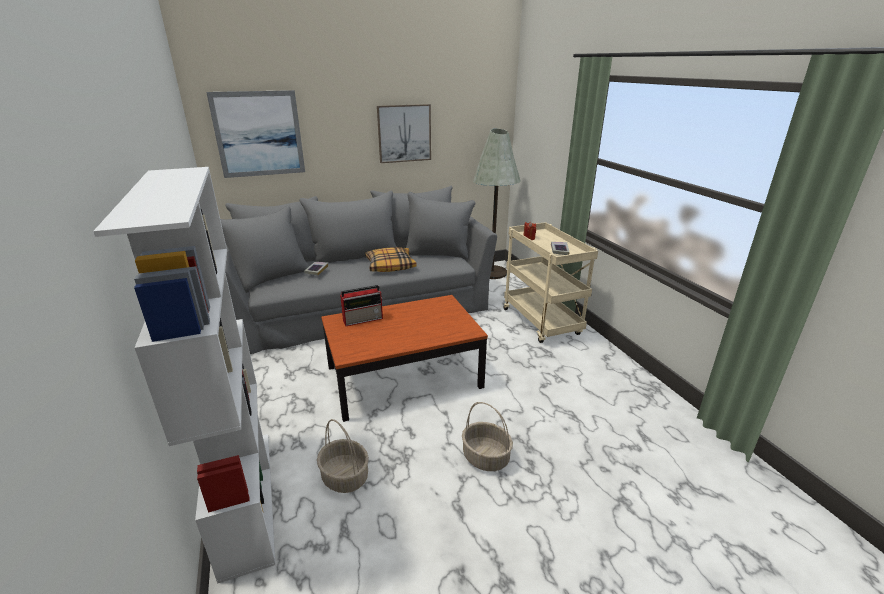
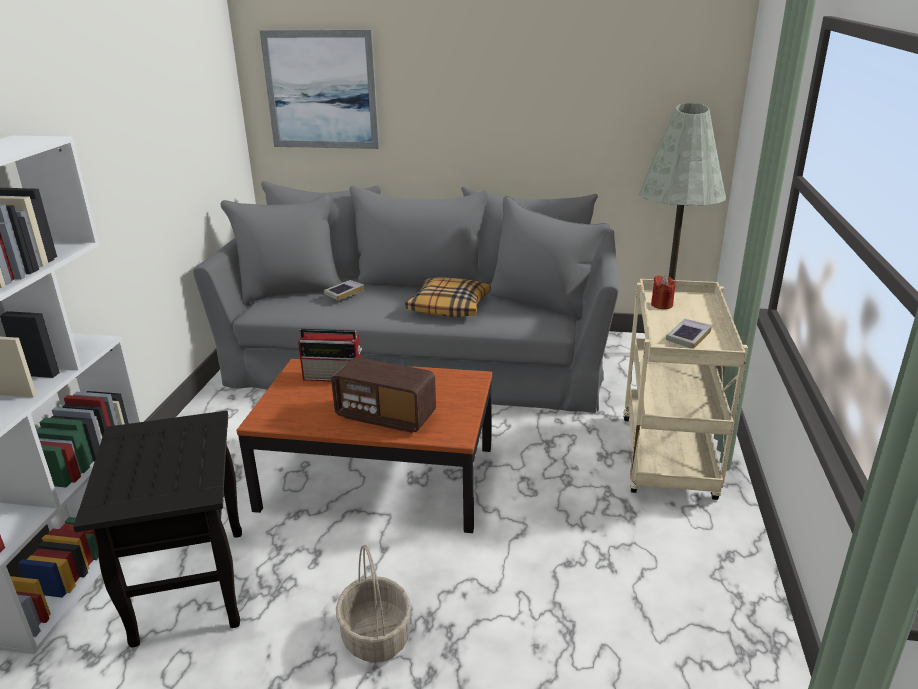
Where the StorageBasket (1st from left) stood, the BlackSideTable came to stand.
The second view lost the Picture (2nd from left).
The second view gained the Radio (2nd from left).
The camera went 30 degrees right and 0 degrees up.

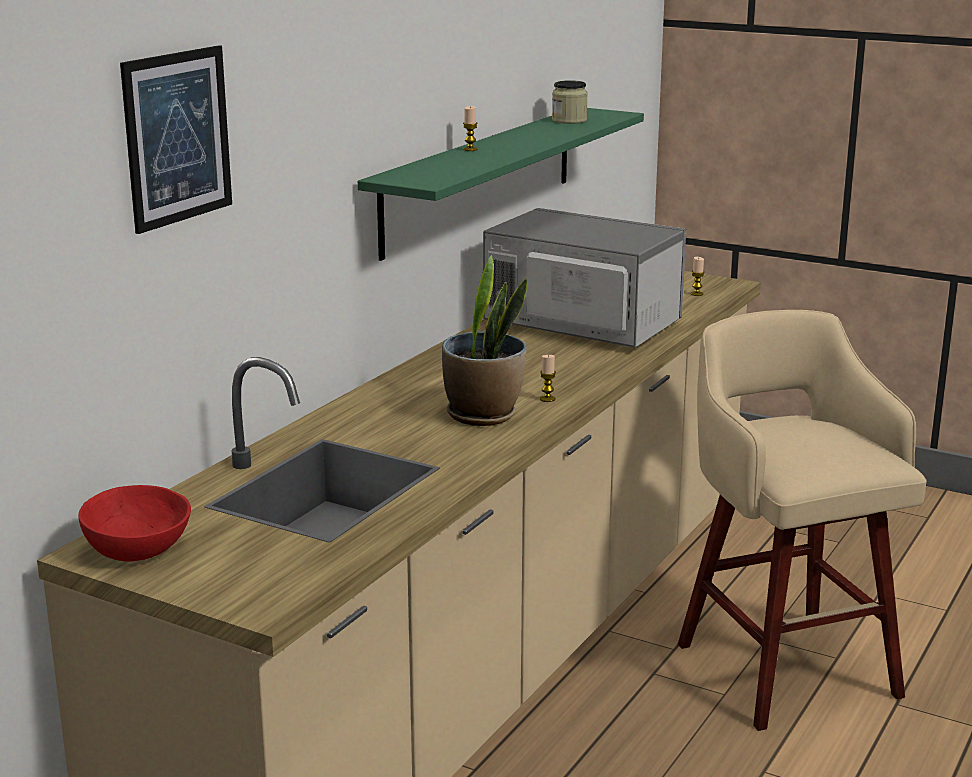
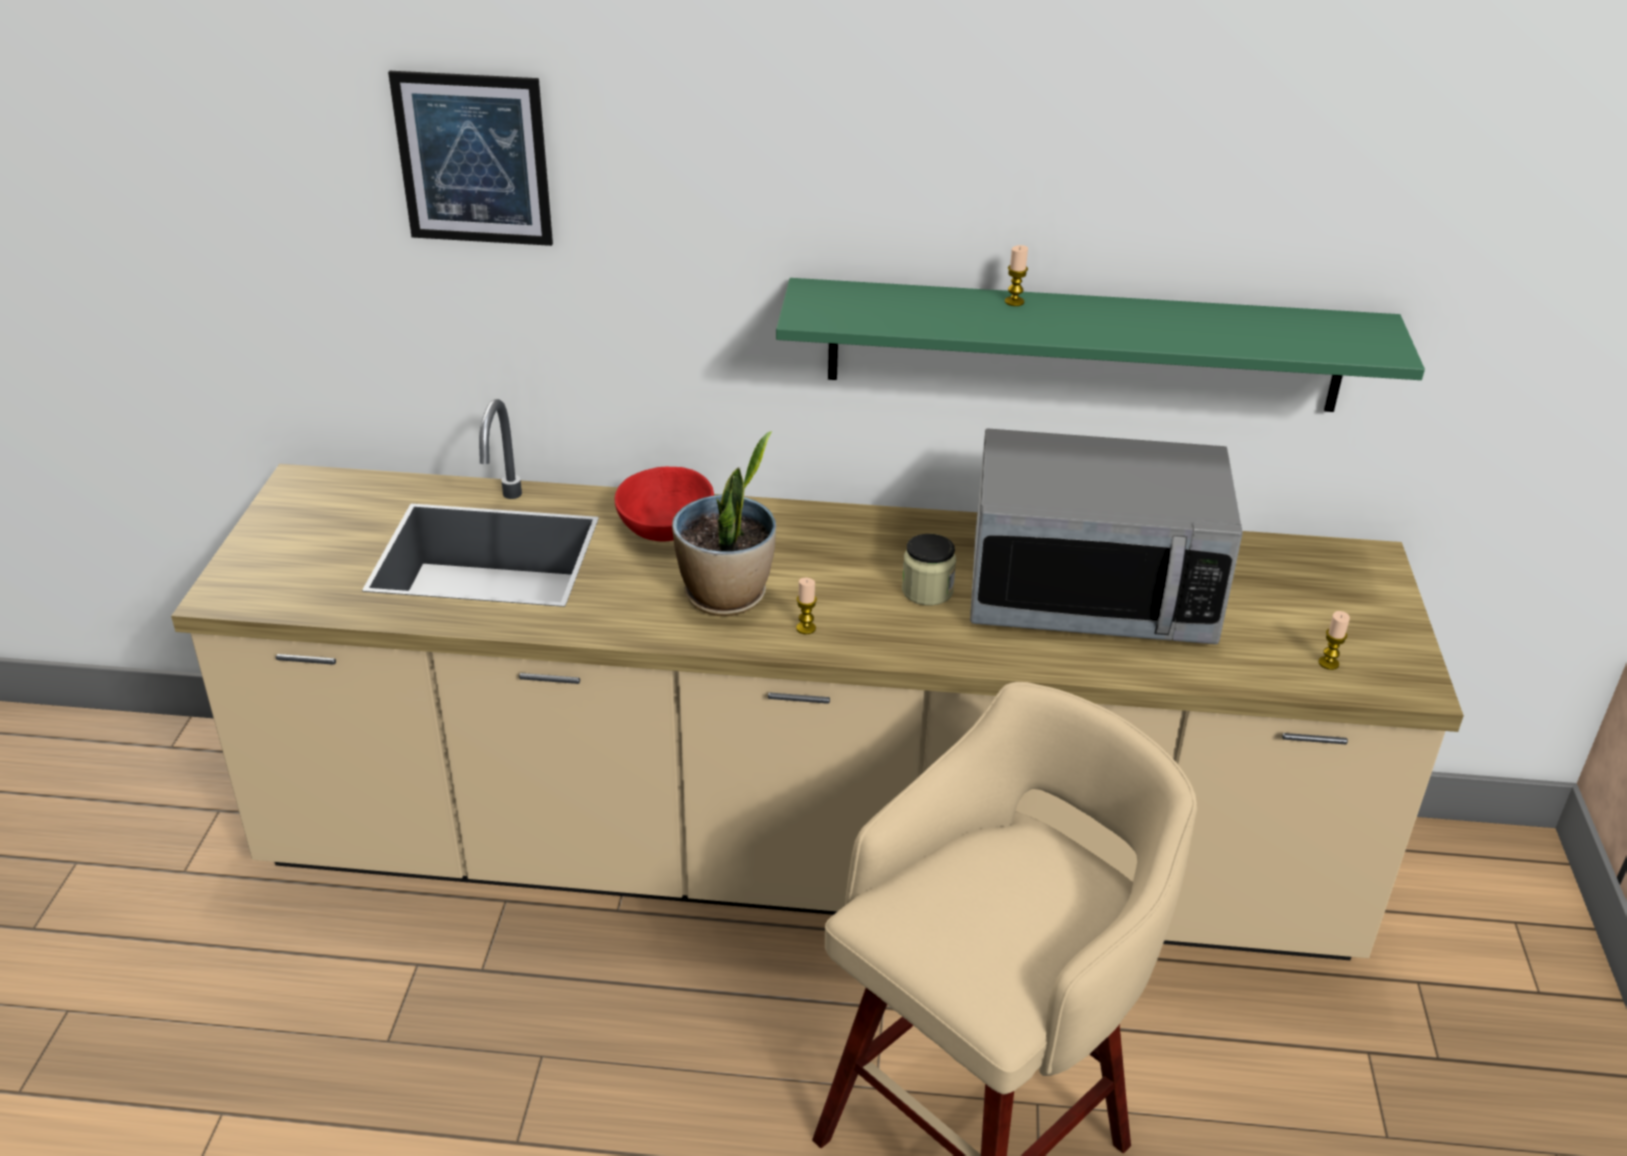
The RedDeepDish ended up elsewhere.
The Microwave ended up facing another way, 90 degrees clockwise from before.
The Jar ended up elsewhere.
The camera went 65 degrees right and 15 degrees up.

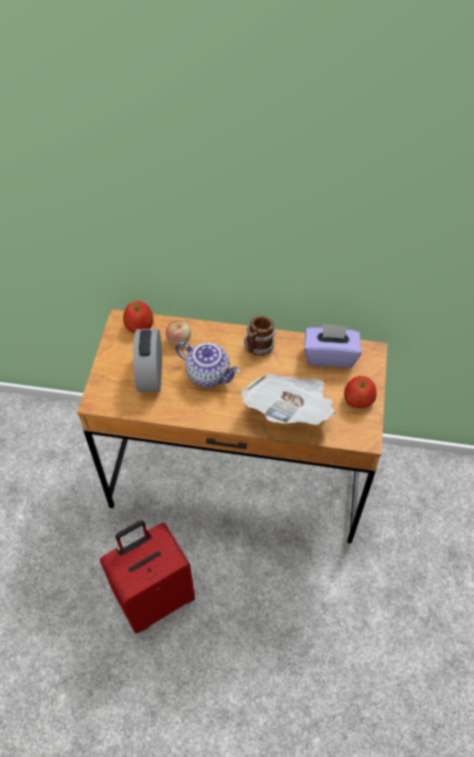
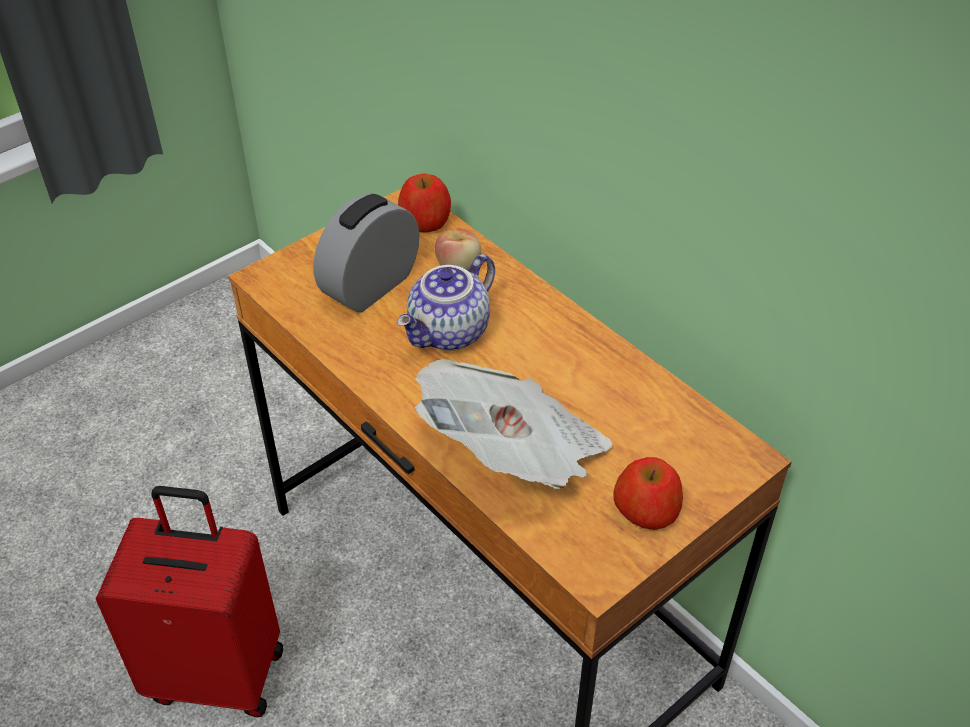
The PotForTea ended up facing another way, 60 degrees clockwise from before.
The second view lost the TeaMug.
The second view lost the PurpleBoxOfTissues.
The camera went 40 degrees right and 10 degrees down.

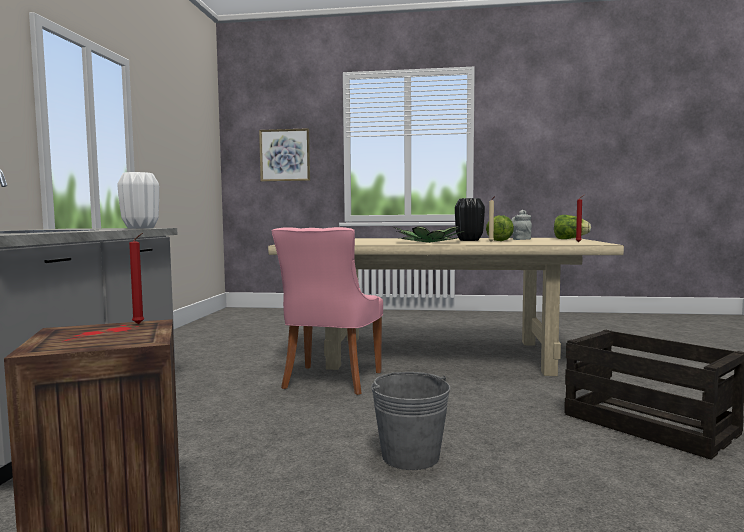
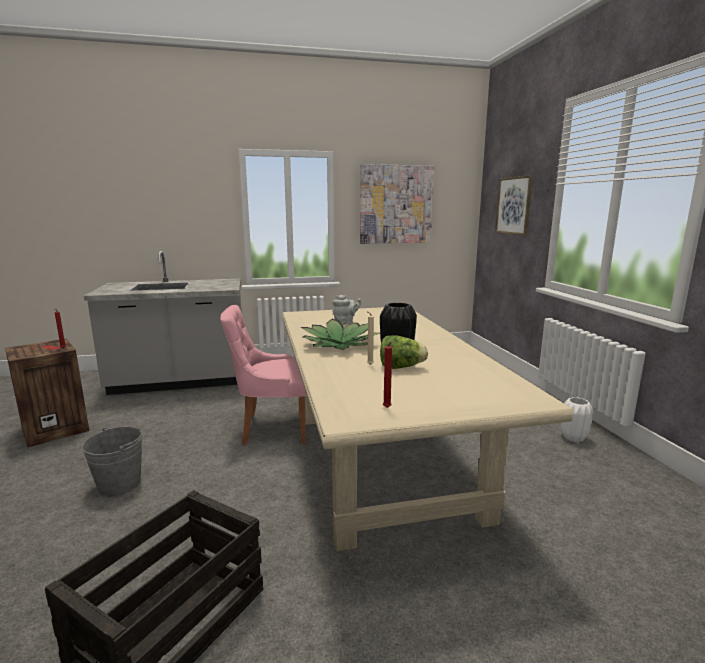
The WhitishFlowerVase ended up elsewhere.
The GreyPotForTea ended up elsewhere.
The second view lost the HeadOfLettuce (2nd from left).
The second view gained the Picture (1st from left).
The camera went 70 degrees right and 10 degrees up.

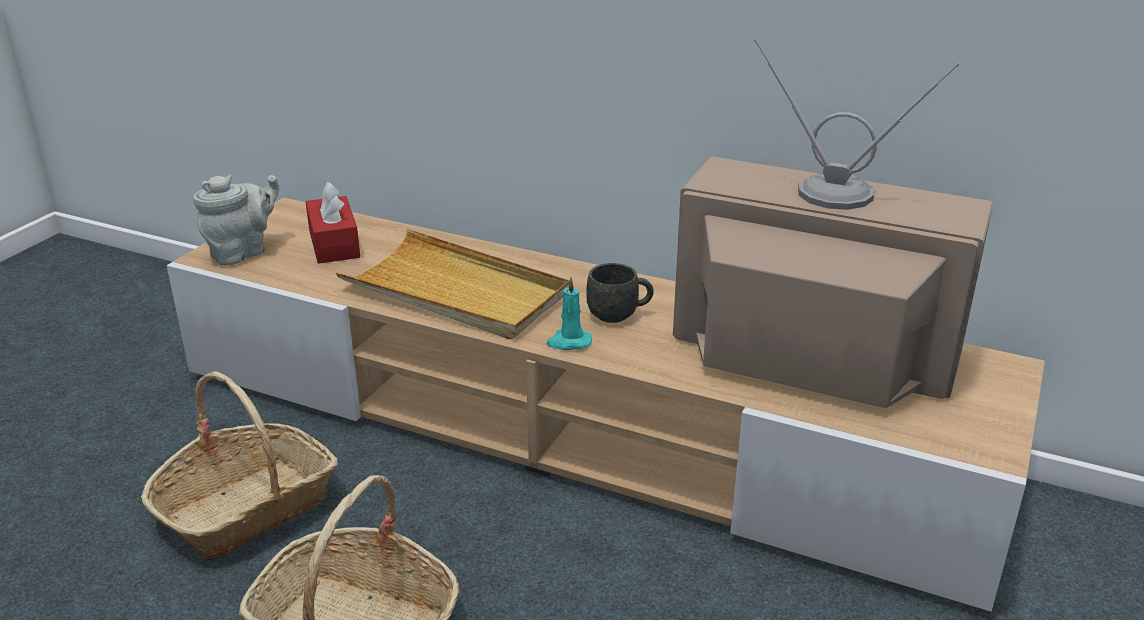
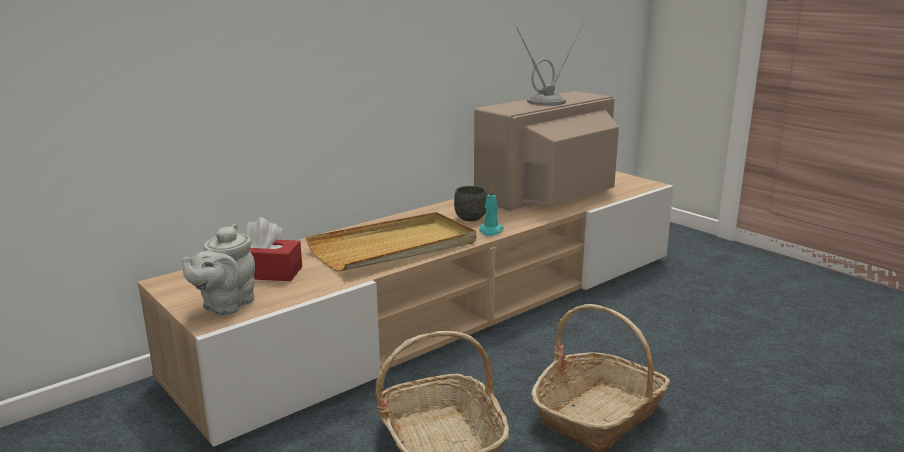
The GreyPotForTea ended up facing another way, 135 degrees counterclockwise from before.
The camera went 65 degrees left and 10 degrees down.

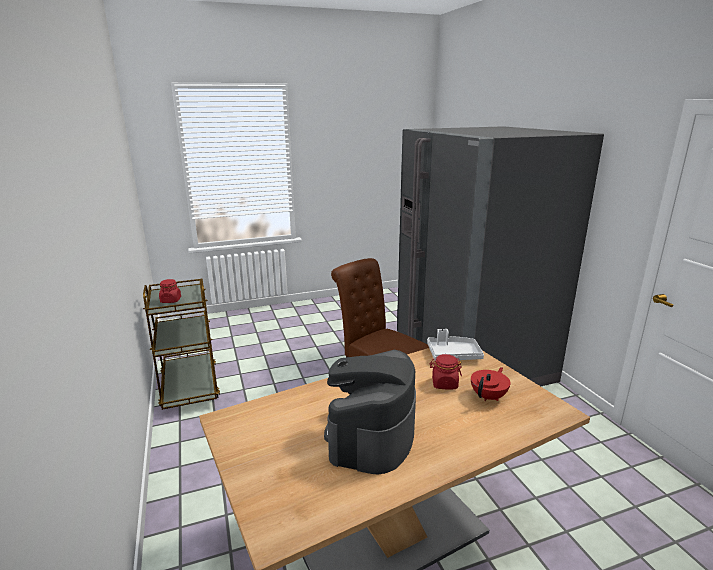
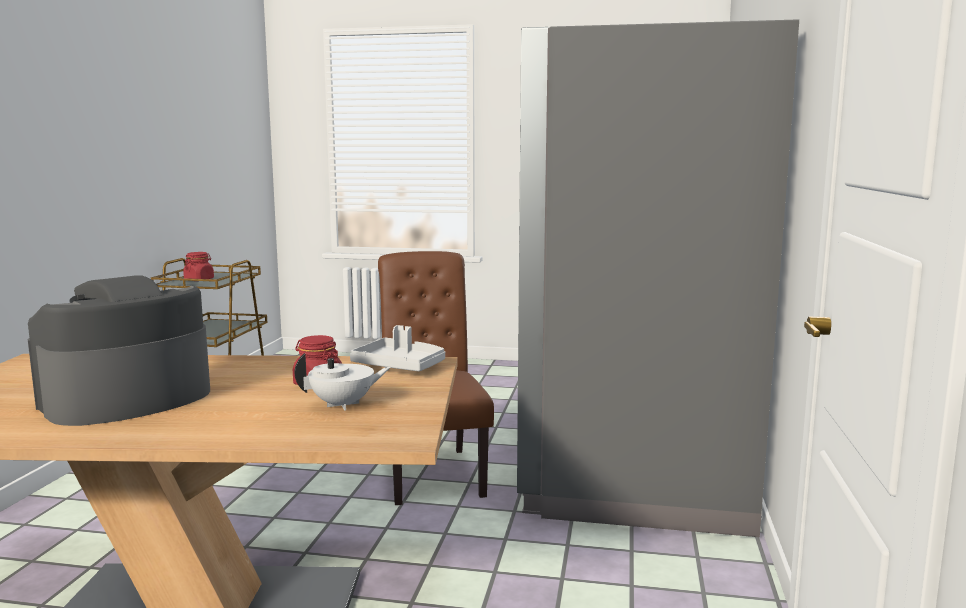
What was the RedPotForTea turned into the WhitishPotForTea.
The camera went 30 degrees right and 10 degrees down.

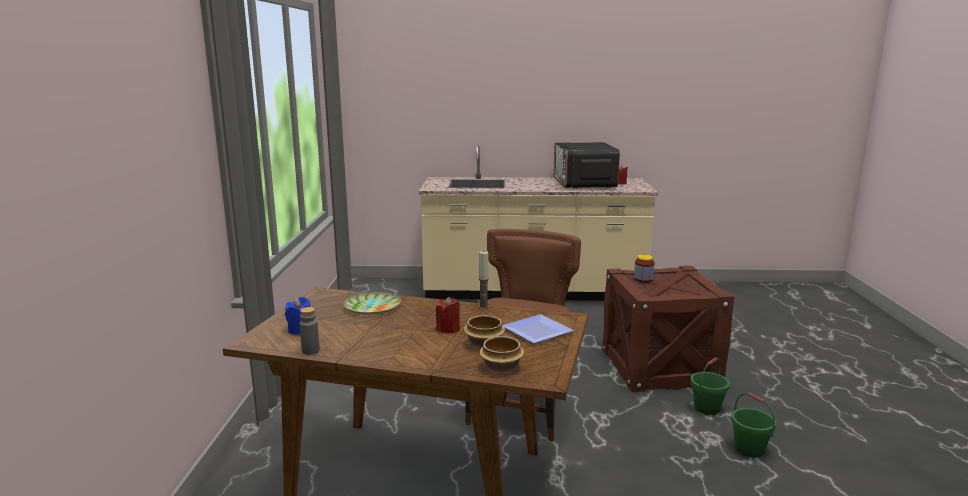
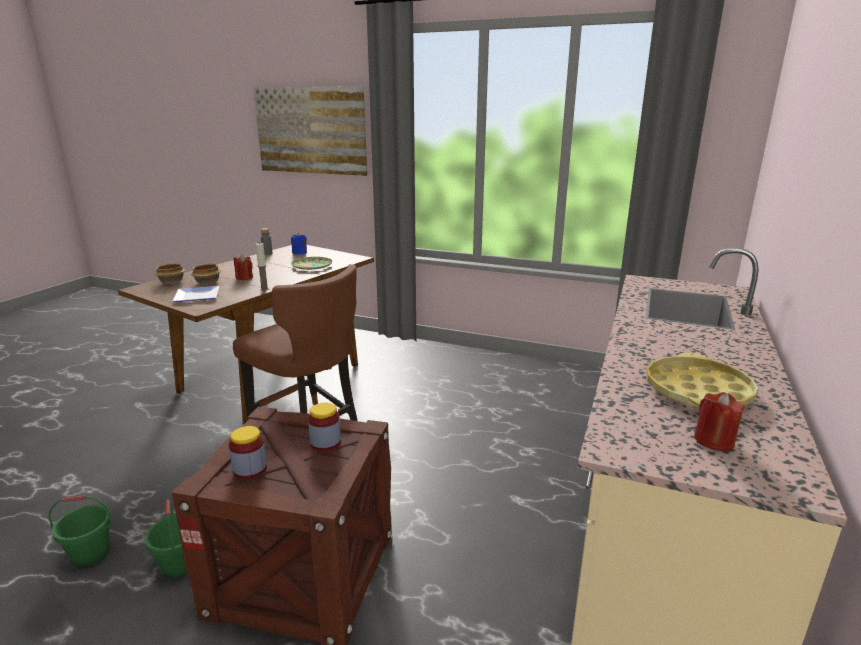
Where the Microwave stood, the YellowishCarryingTray came to stand.
The second view gained the Jar (1st from left).
The second view gained the Picture.
The camera went 110 degrees right and 5 degrees up.

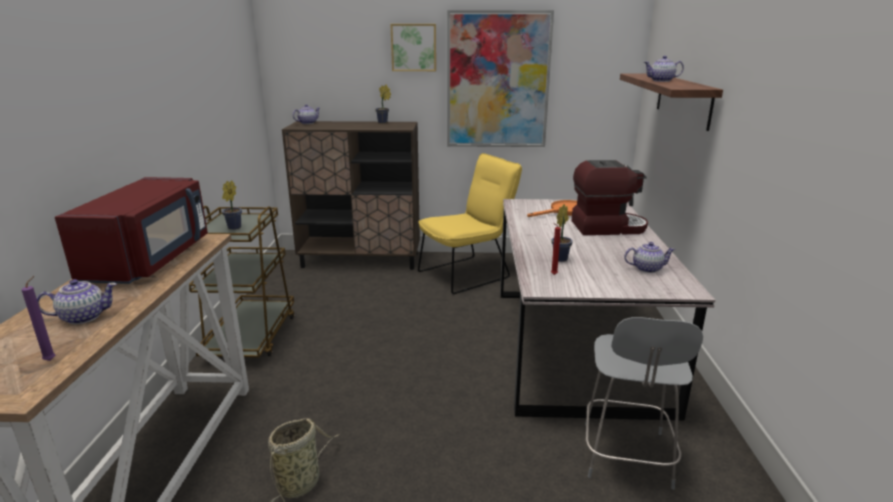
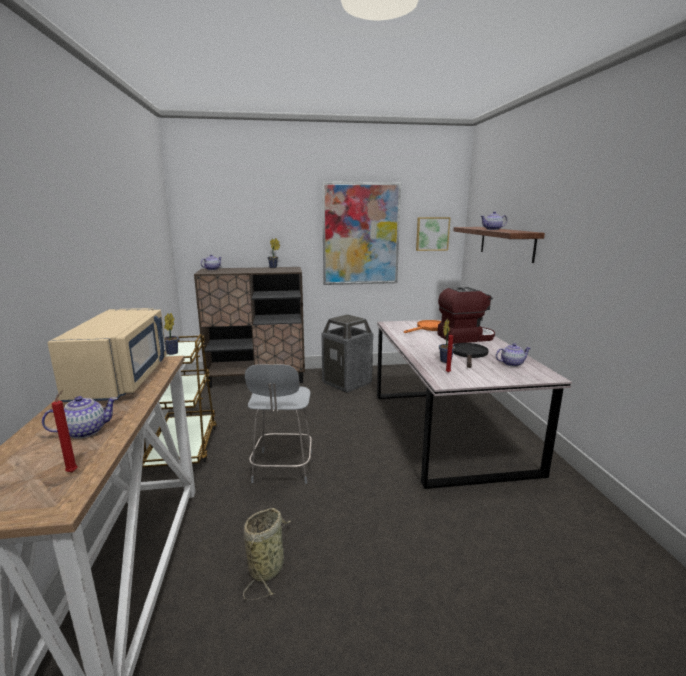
What was the PurpleWaxCandle turned into the RedWaxCandle (1st from left).
What was the RedMicrowave turned into the BeigeMicrowave.
The Picture (1st from left in the first image) ended up elsewhere.
Where the YellowishUprightChair stood, the RubbishBin came to stand.
The GreyUprightChair ended up elsewhere.
The second view gained the BlackFryingPan.
The camera went 10 degrees left and 5 degrees down.

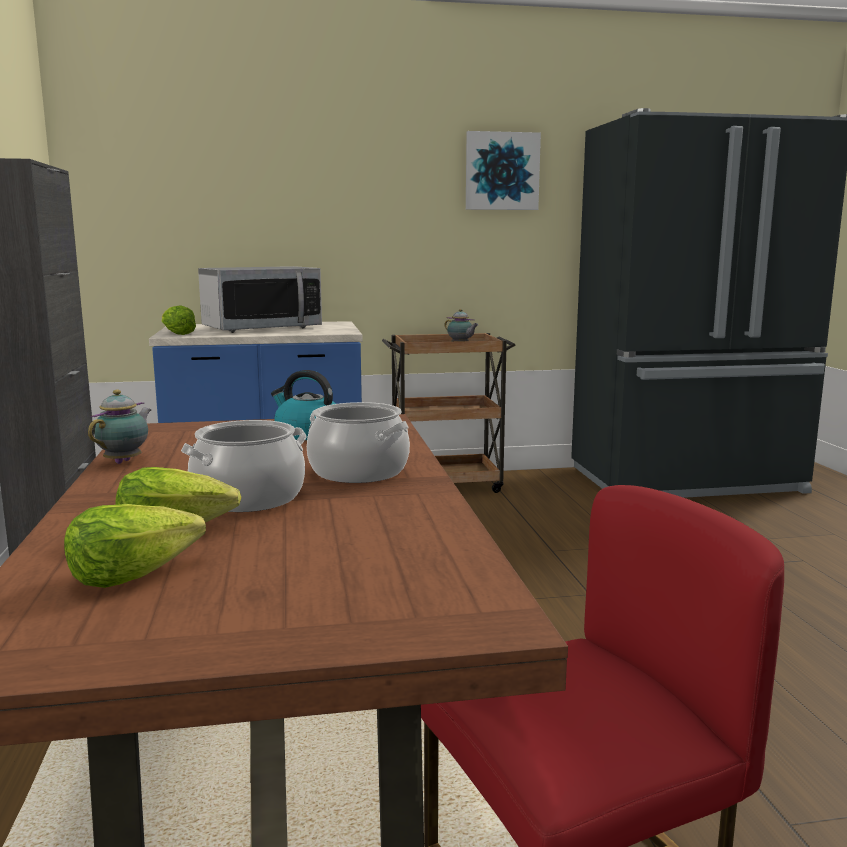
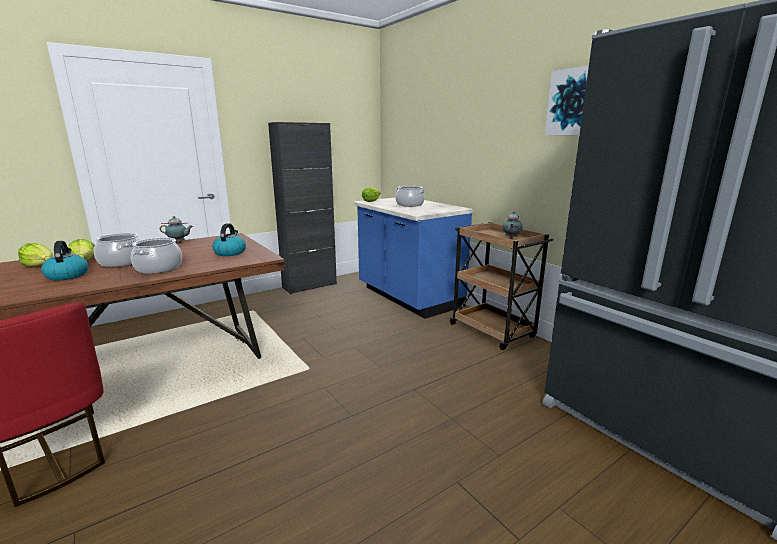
Where the Microwave stood, the Saucepot (3rd from left) came to stand.
The second view gained the WaterKettle (1st from left).
The camera went 65 degrees right and 5 degrees up.

